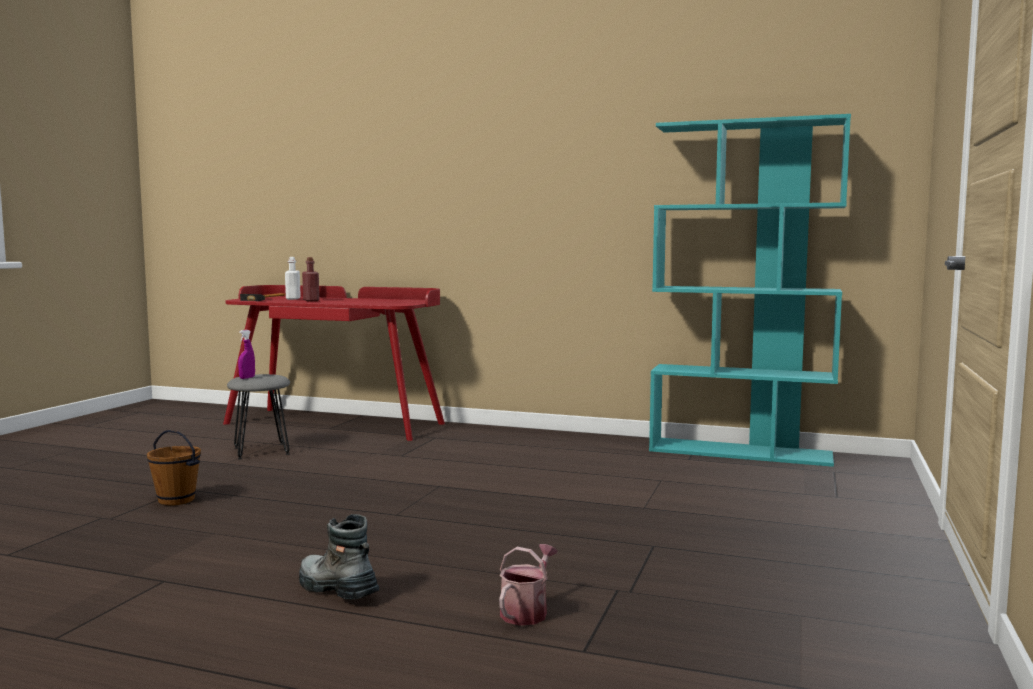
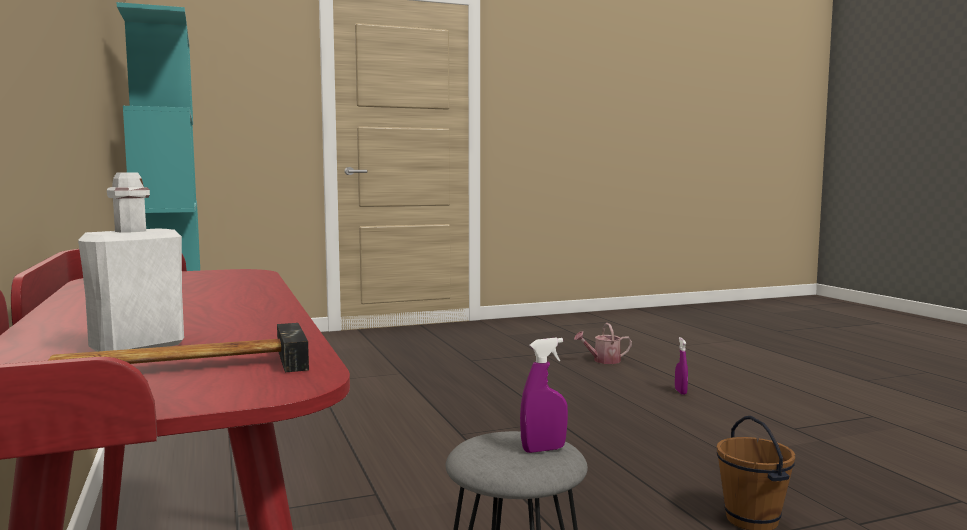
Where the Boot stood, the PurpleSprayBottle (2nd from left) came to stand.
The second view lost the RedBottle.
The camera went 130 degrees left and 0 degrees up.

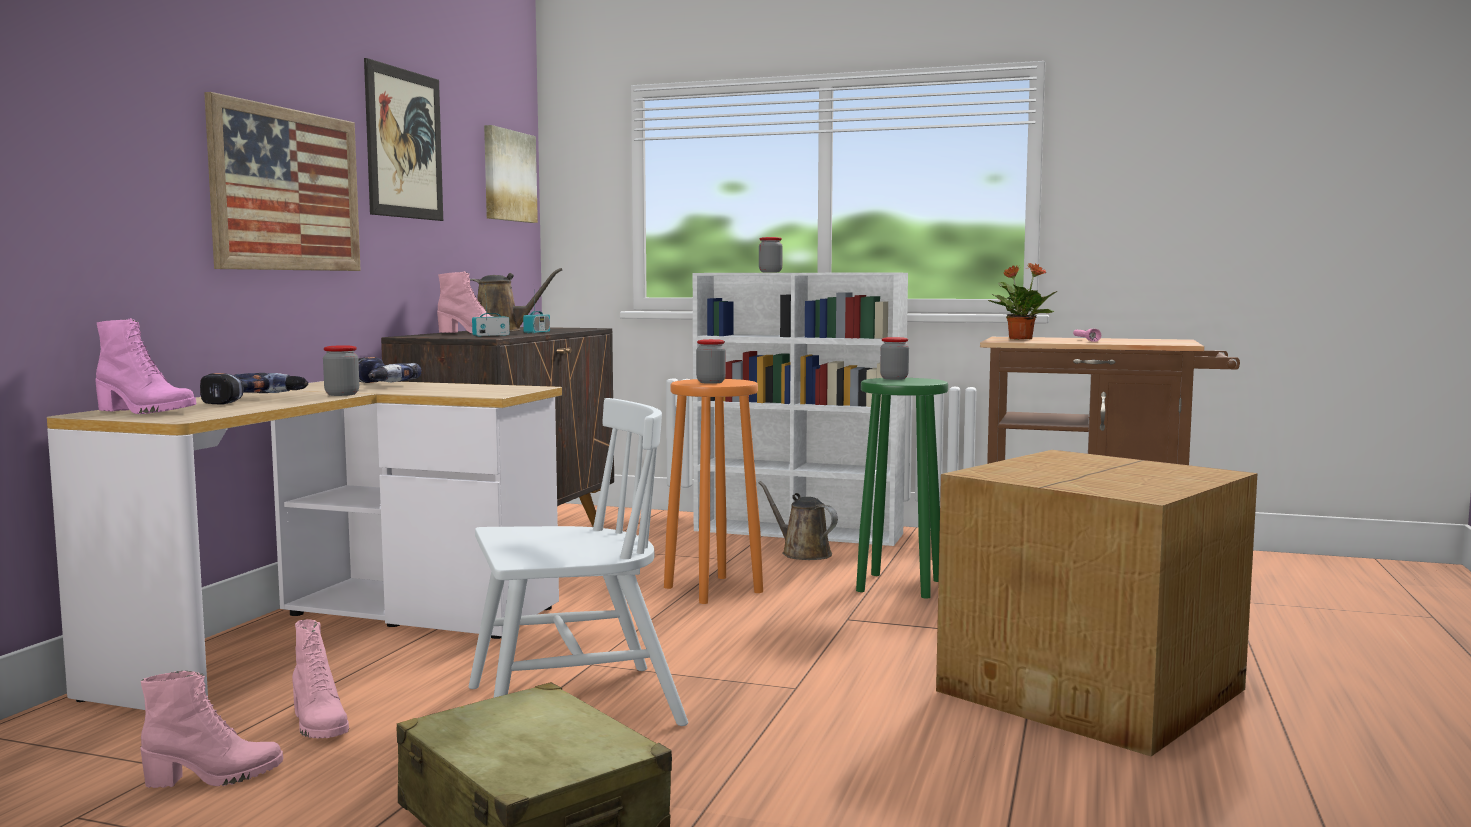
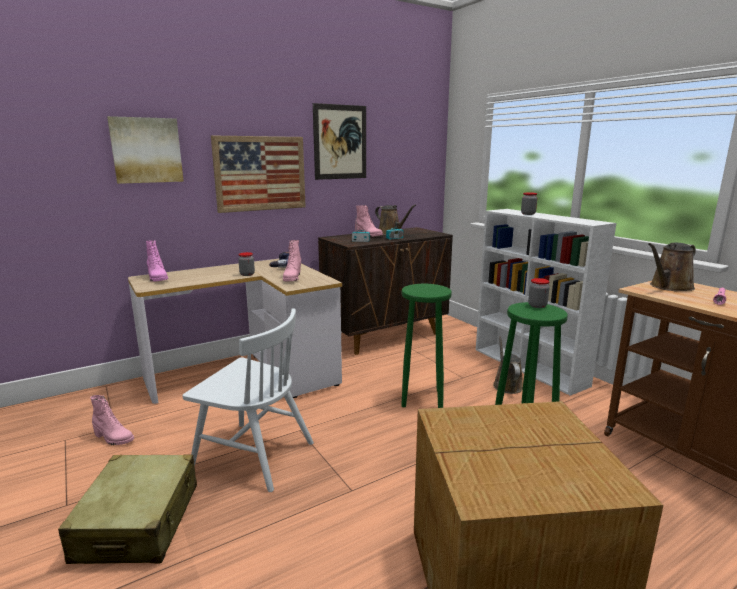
The second view lost the Drill (1st from left).
The PinkishBoot (3rd from left) ended up elsewhere.
The Picture (3rd from left in the first image) ended up elsewhere.
What was the OrangeStool turned into the GreenishStool (1st from left).
The second view lost the Jar (2nd from left).
Where the Houseplant stood, the BrownSprinklingCan (3rd from left) came to stand.
The camera went 40 degrees right and 10 degrees up.

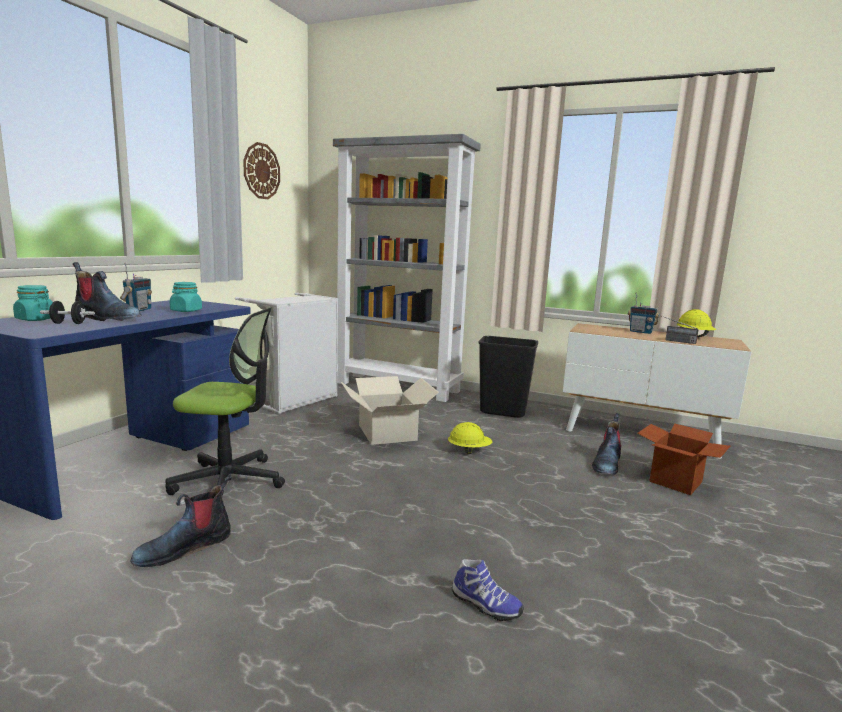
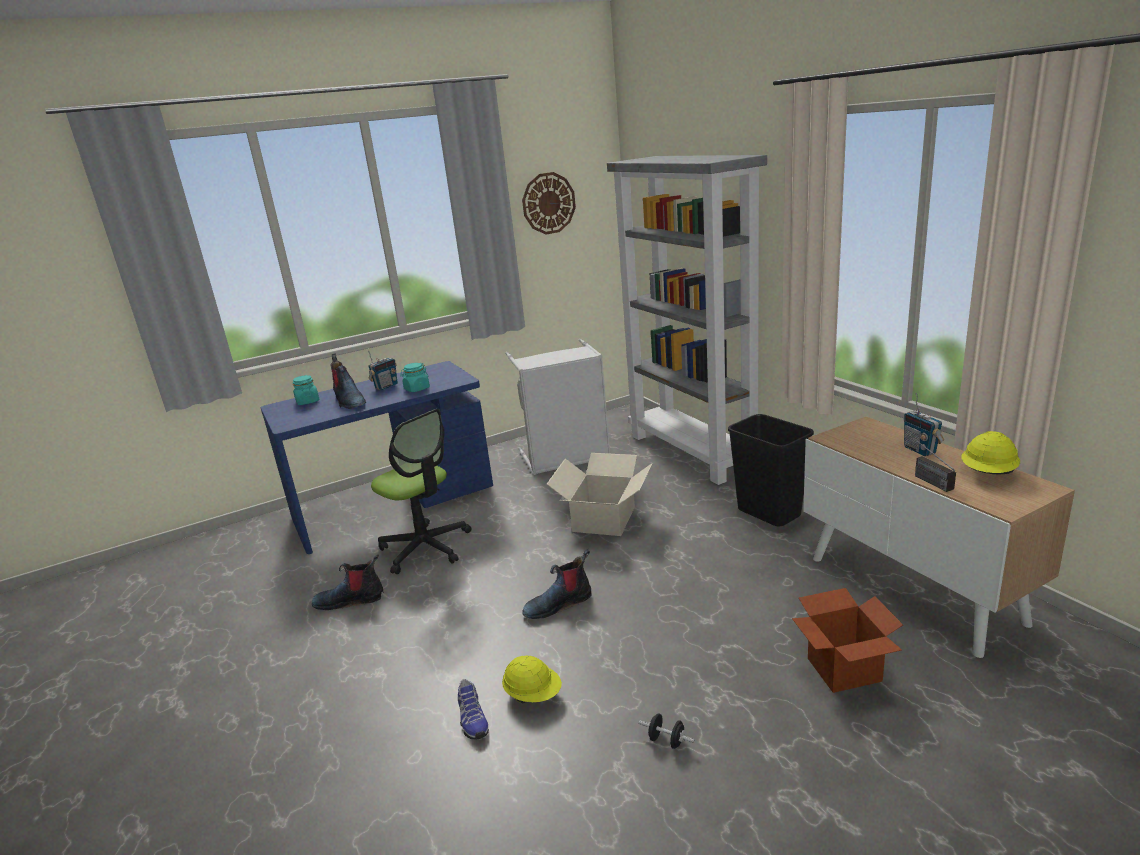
The BlackDumbbell ended up elsewhere.
The YellowishHardHat (1st from left) ended up elsewhere.
The Boot (3rd from left) ended up elsewhere.
The camera went 40 degrees right and 10 degrees up.

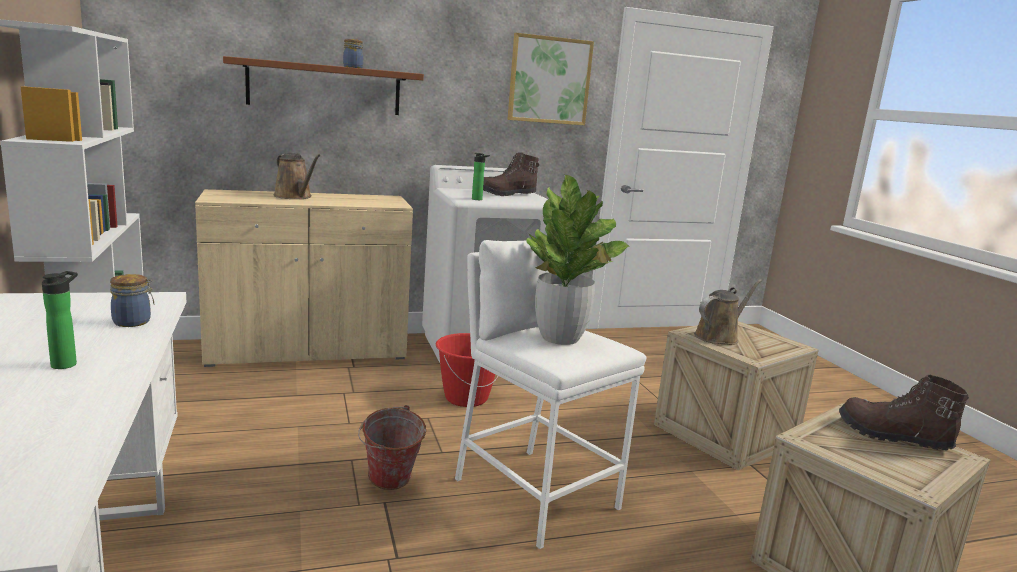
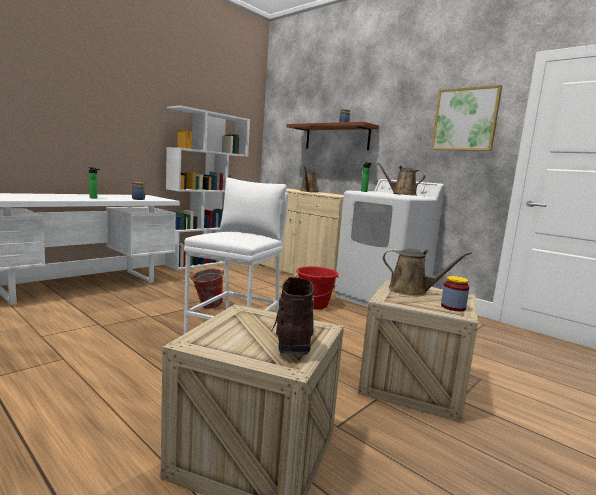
Where the BrownBoot (1st from left) stood, the BrownSprinklingCan (2nd from left) came to stand.
The second view lost the Houseplant.
The second view gained the Jar (3rd from left).
The camera went 60 degrees right and 5 degrees down.

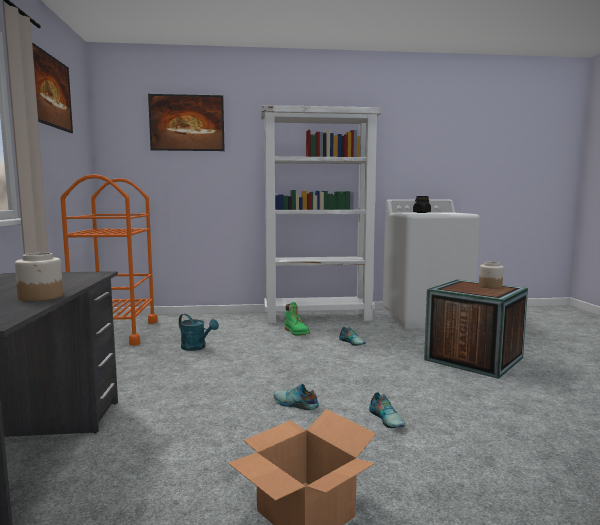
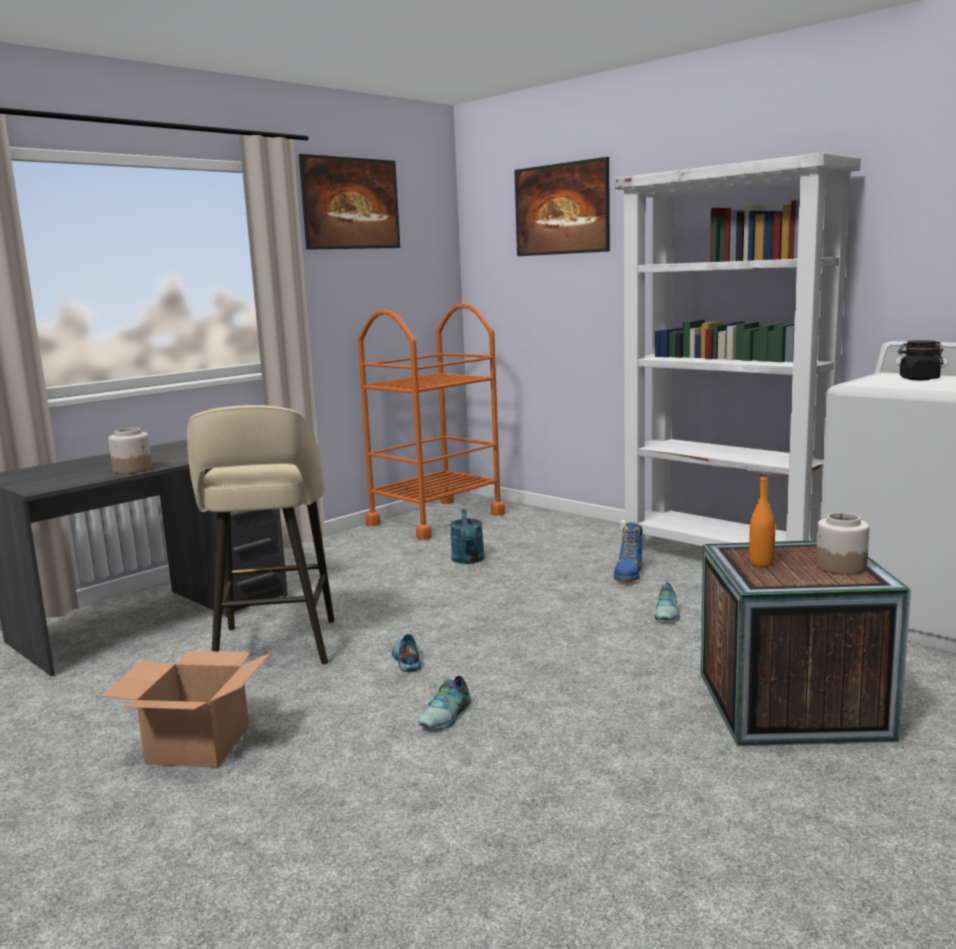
What was the GreenishBoot turned into the BlueColouredBoot.
The second view gained the BeigeStool.
The second view gained the OrangeBottle.
The camera went 50 degrees right and 5 degrees up.

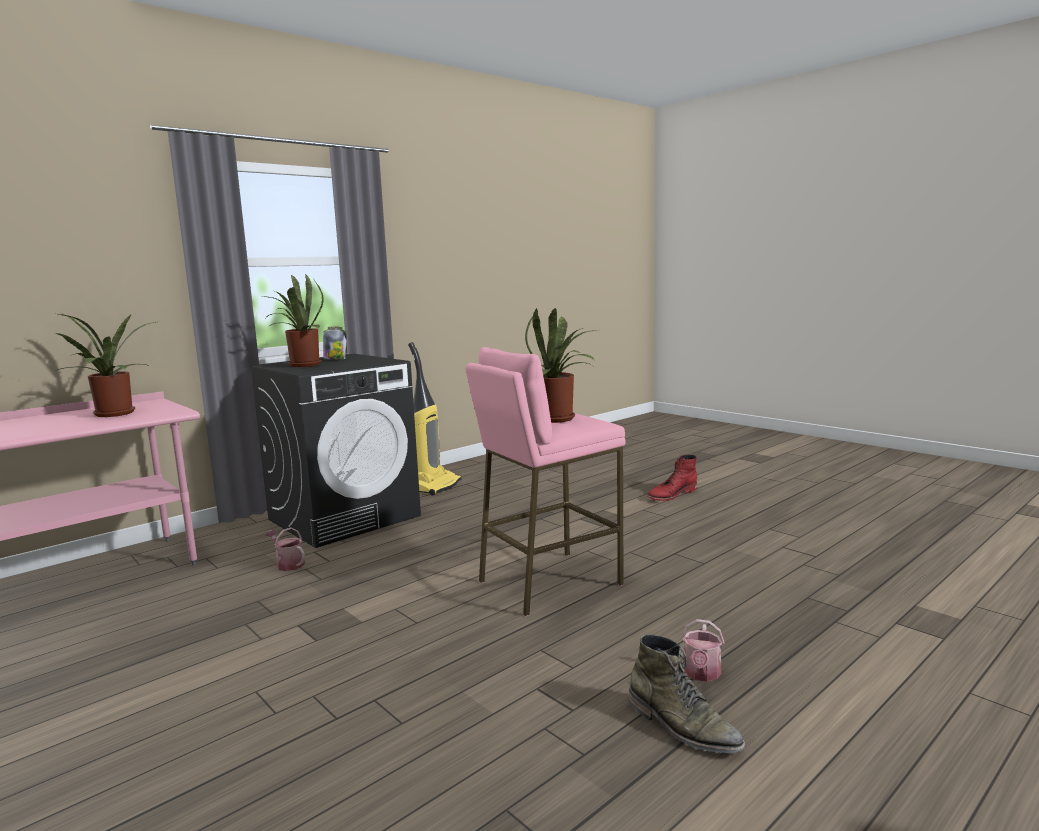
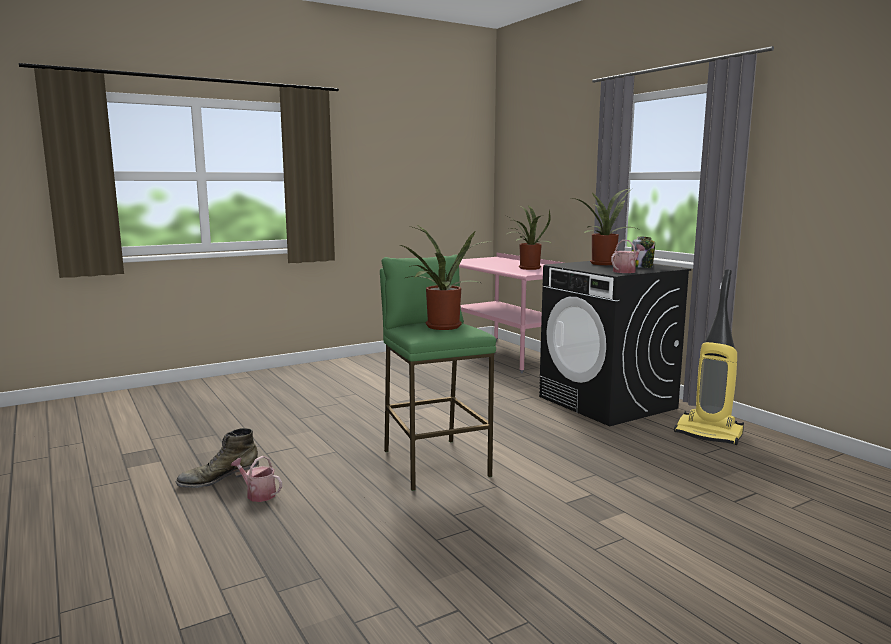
The SprinklingCan (1st from left in the first image) ended up elsewhere.
What was the PinkishStool turned into the GreenishStool.
The second view lost the RedBoot.
The camera went 100 degrees right and 0 degrees up.

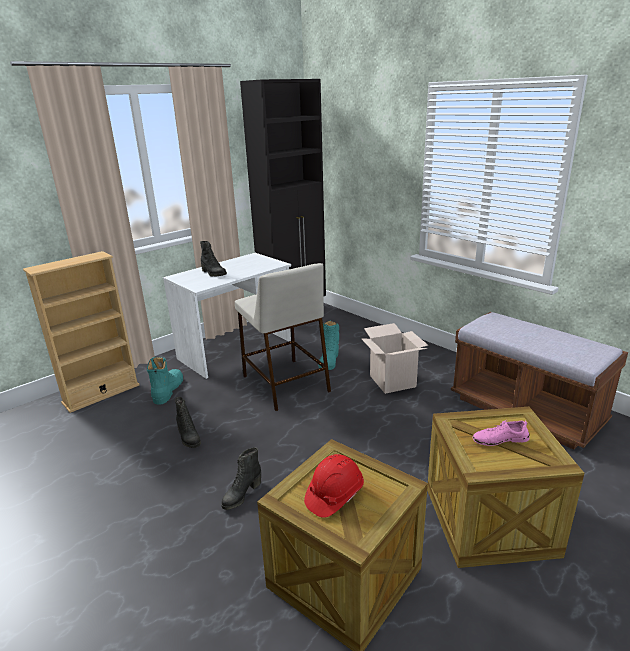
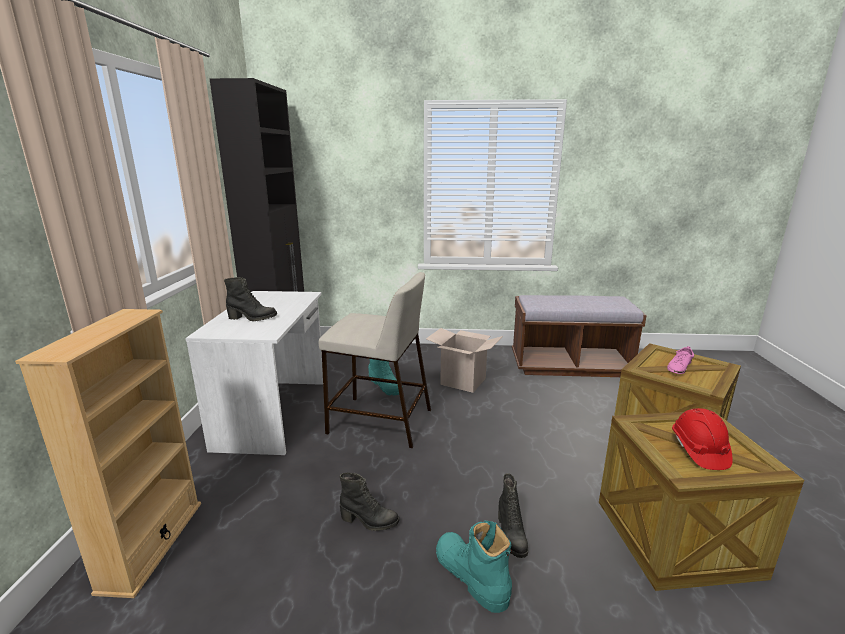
The TurquoiseColouredBoot (1st from left in the first image) ended up elsewhere.
The camera went 45 degrees left and 5 degrees down.

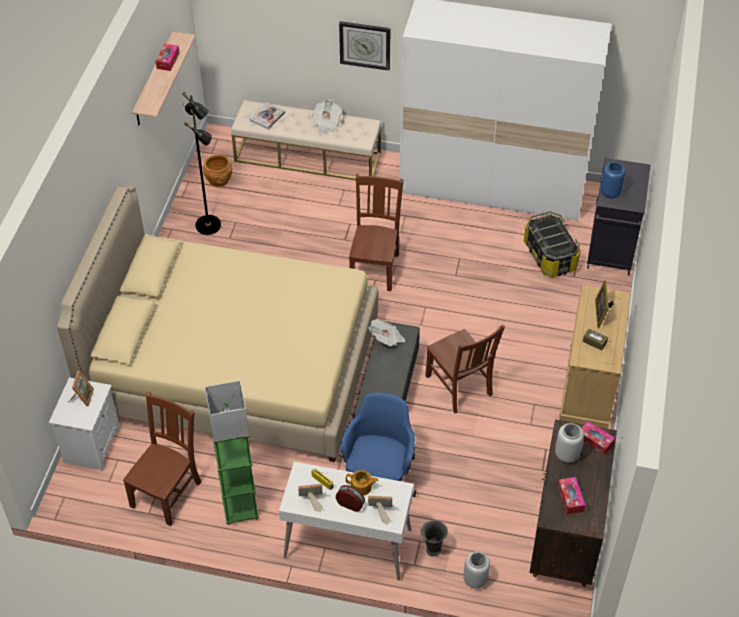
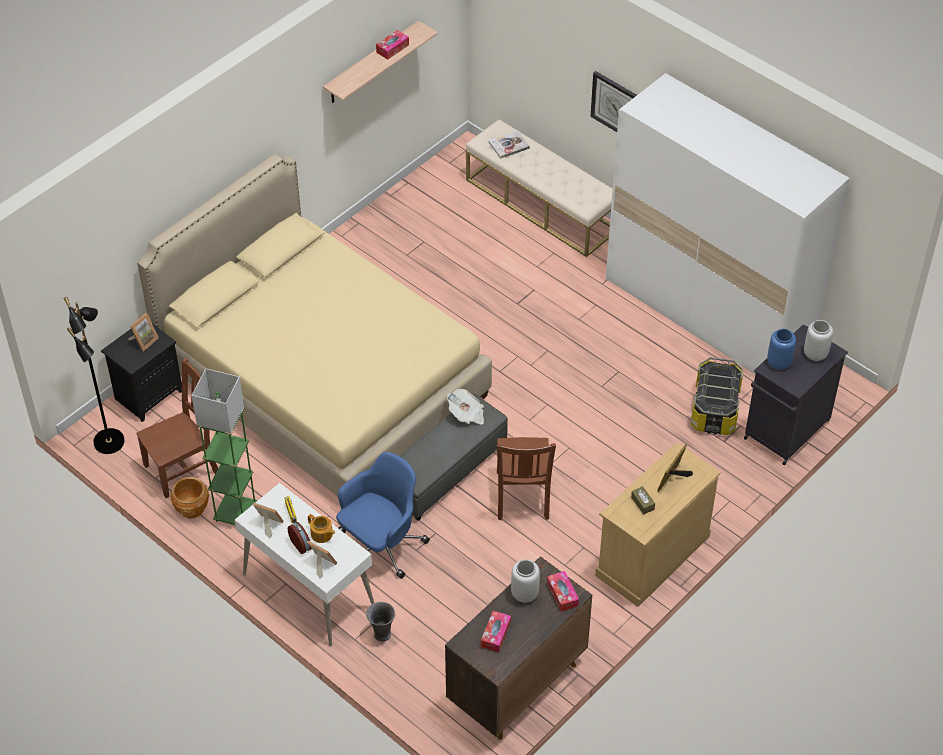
What was the WhitishNightstand turned into the BlackNightstand.
The BlackStandardLamp ended up elsewhere.
The BrownPlanter ended up elsewhere.
The second view lost the Newspaper (1st from left).
The second view lost the BrownUprightChair (2nd from left).
The GreyFlowerVase (2nd from left in the first image) ended up elsewhere.
The camera went 30 degrees right and 0 degrees up.

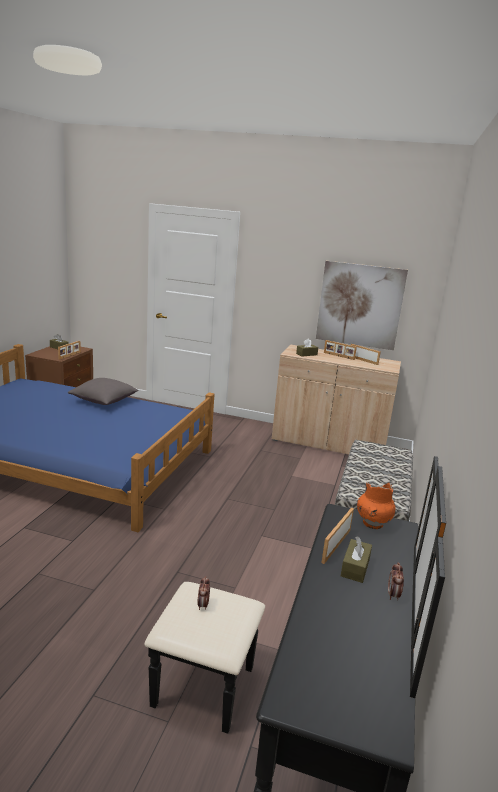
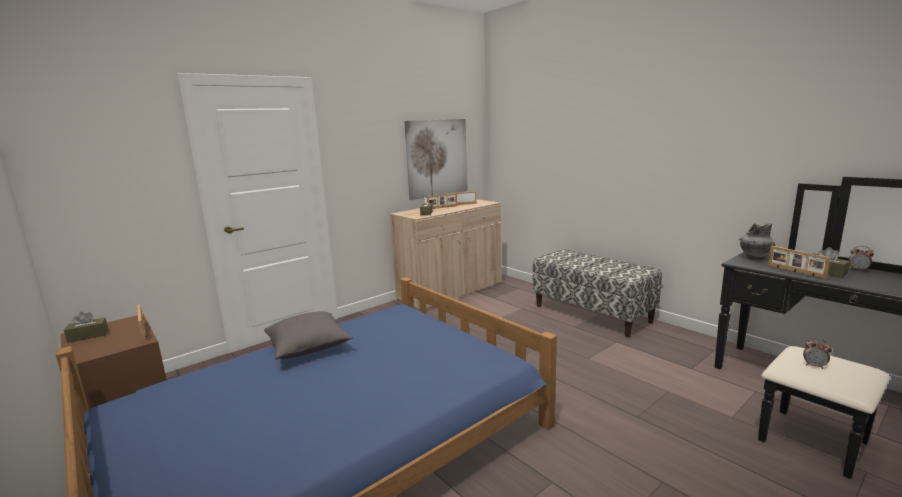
What was the OrangeFlowerVase turned into the GreyFlowerVase.
The camera went 55 degrees left and 5 degrees down.

